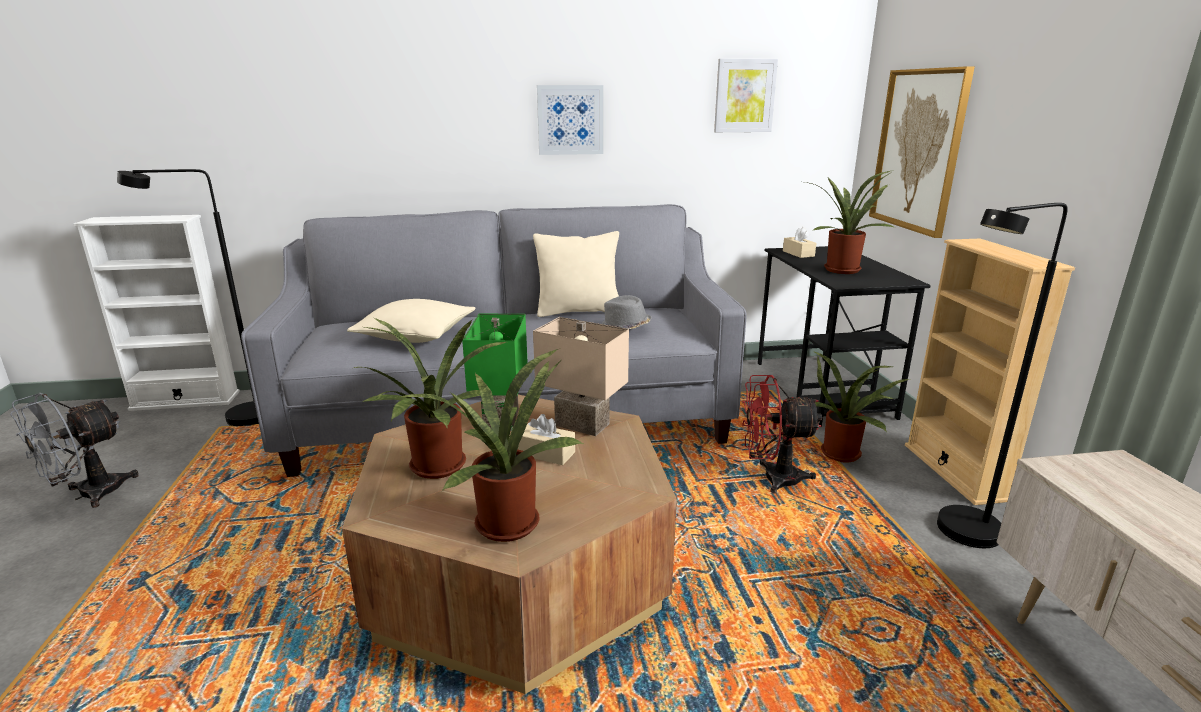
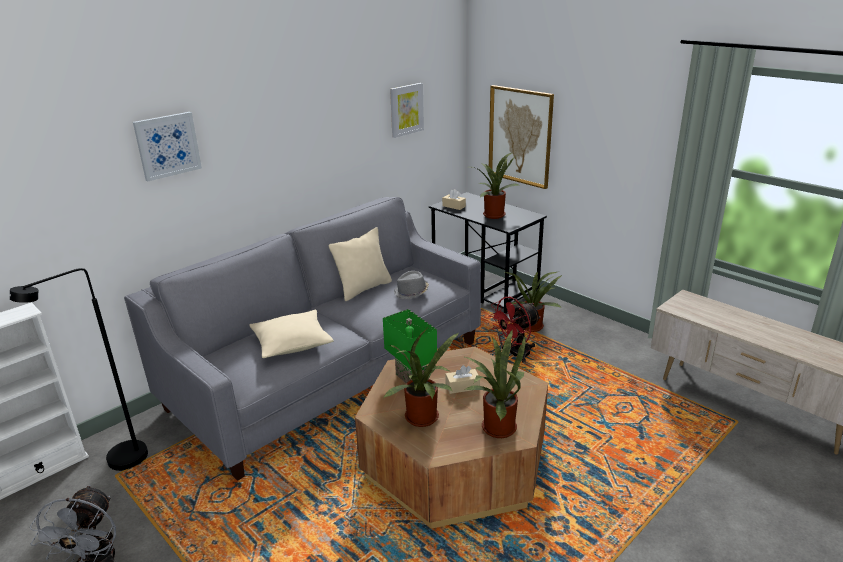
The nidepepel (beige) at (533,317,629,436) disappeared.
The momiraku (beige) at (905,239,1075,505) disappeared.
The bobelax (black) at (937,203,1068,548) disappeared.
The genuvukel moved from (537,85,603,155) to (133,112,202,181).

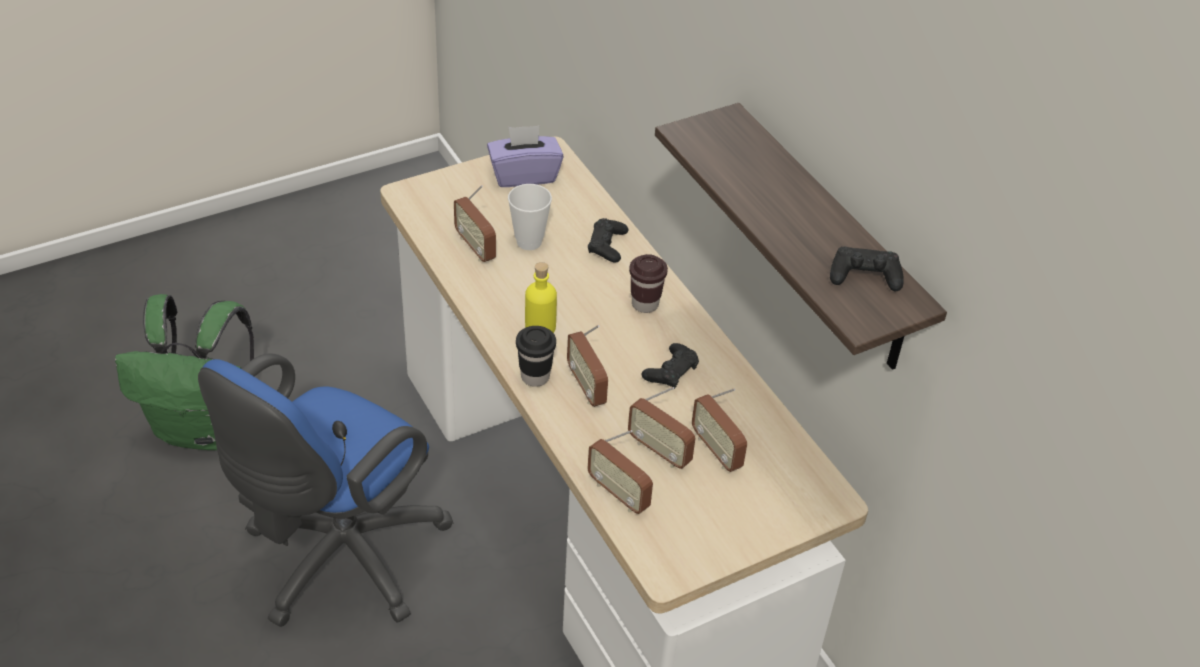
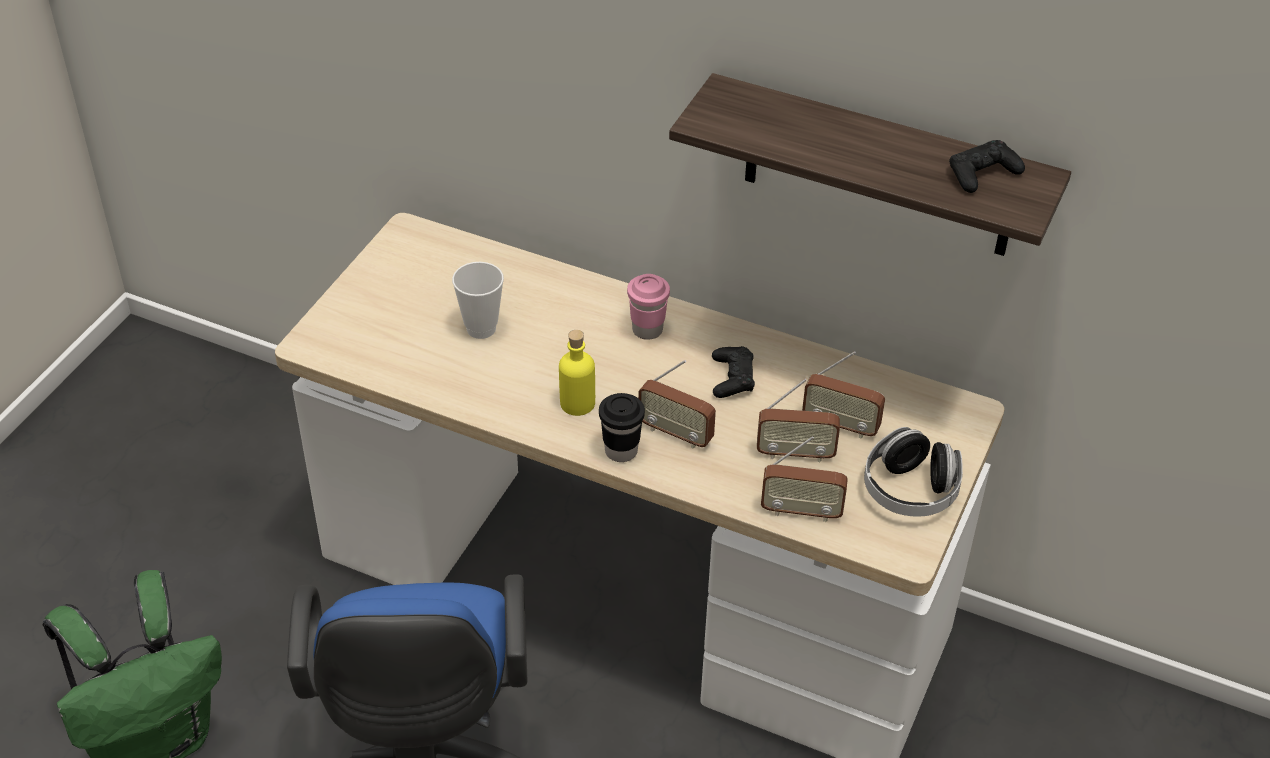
The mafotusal at (454,185,496,262) disappeared.
The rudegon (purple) at (487,126,563,187) disappeared.
The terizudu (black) at (588,218,628,263) disappeared.
The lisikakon at (864,427,963,517) appeared.
The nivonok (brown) at (629,254,668,313) became the nivonok (pink) at (627,274,670,340).

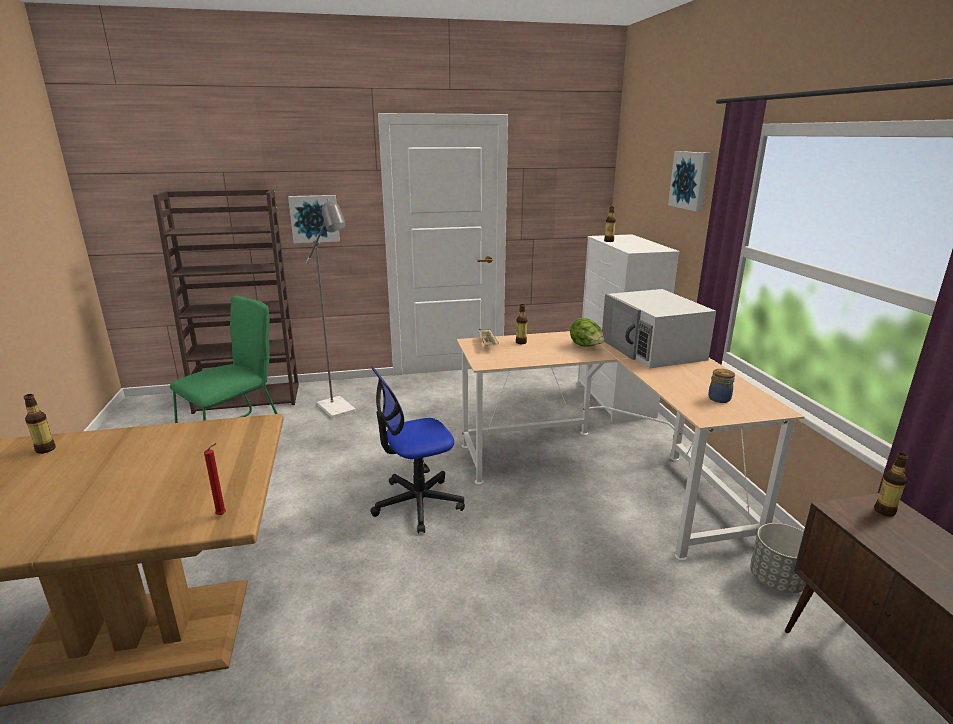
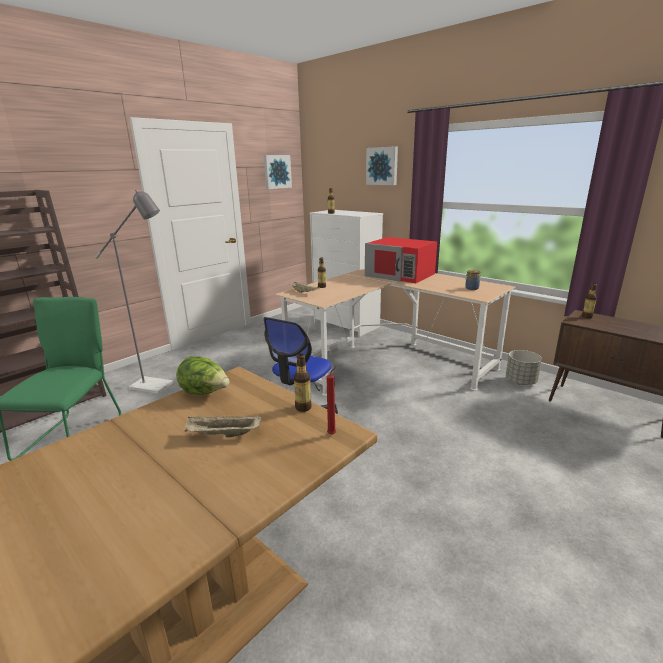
The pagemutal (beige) at (184,415,261,437) appeared.
The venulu moved from (24,394,56,454) to (294,353,312,412).
The genuvukel moved from (288,195,340,243) to (264,155,292,189).
The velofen moved from (570,318,605,347) to (176,356,229,395).
The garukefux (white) at (602,289,716,368) became the garukefux (red) at (365,237,437,283).

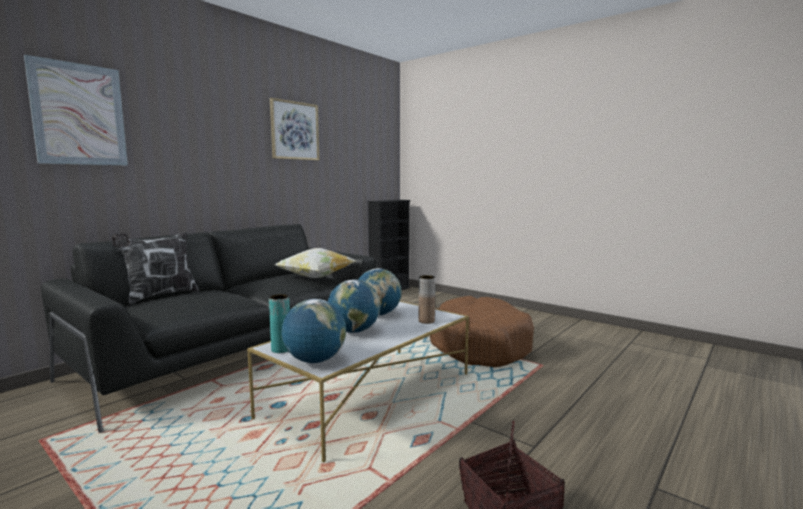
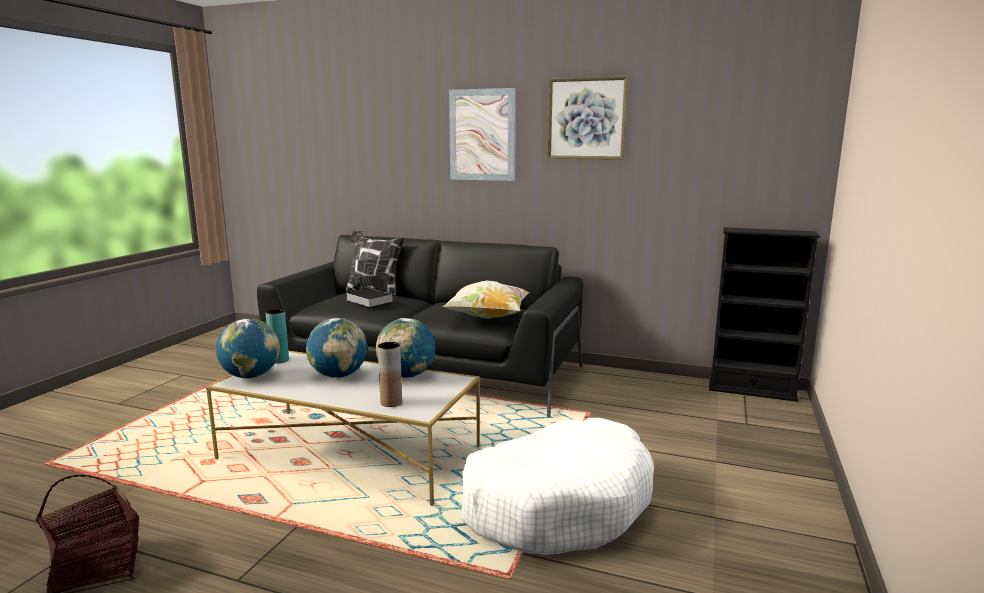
The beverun at (346,288,393,307) appeared.
The genuvukel moved from (24,54,128,166) to (449,88,516,181).
The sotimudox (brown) at (430,296,534,367) became the sotimudox (white) at (461,418,654,555).

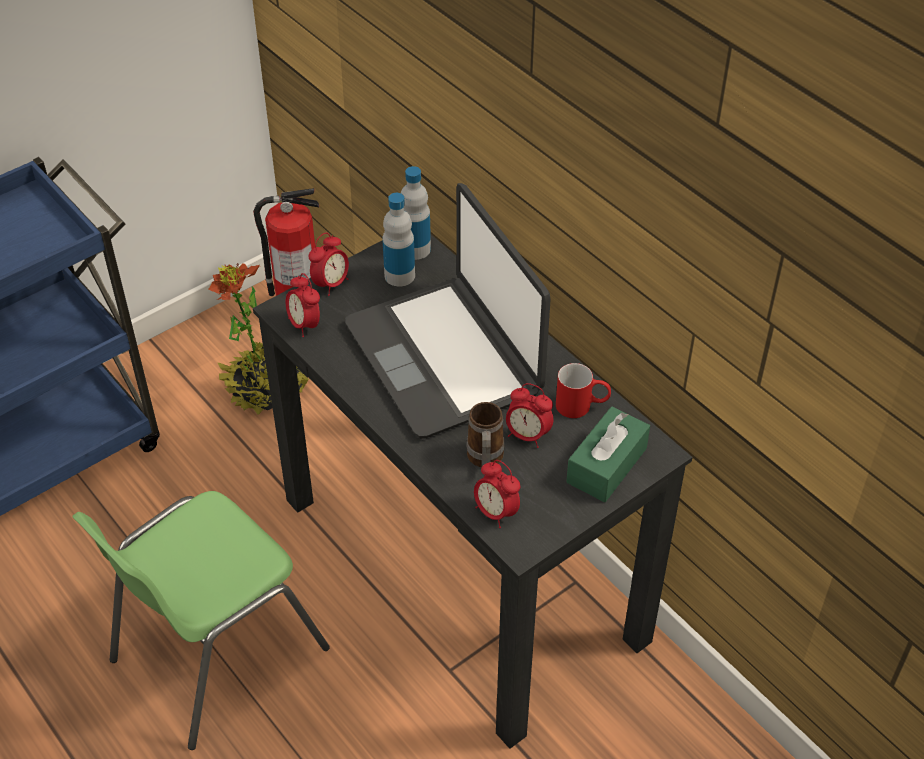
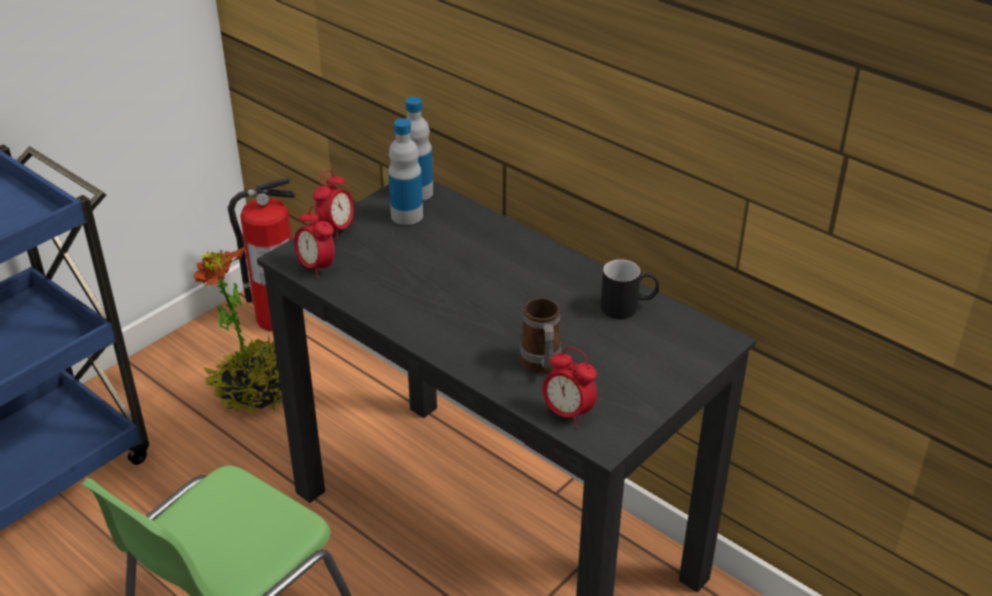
The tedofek at (345,183,551,439) disappeared.
The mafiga at (506,383,553,448) disappeared.
The rudegon (green) at (566,407,650,502) disappeared.
The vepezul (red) at (556,363,611,418) became the vepezul (black) at (600,259,659,319).

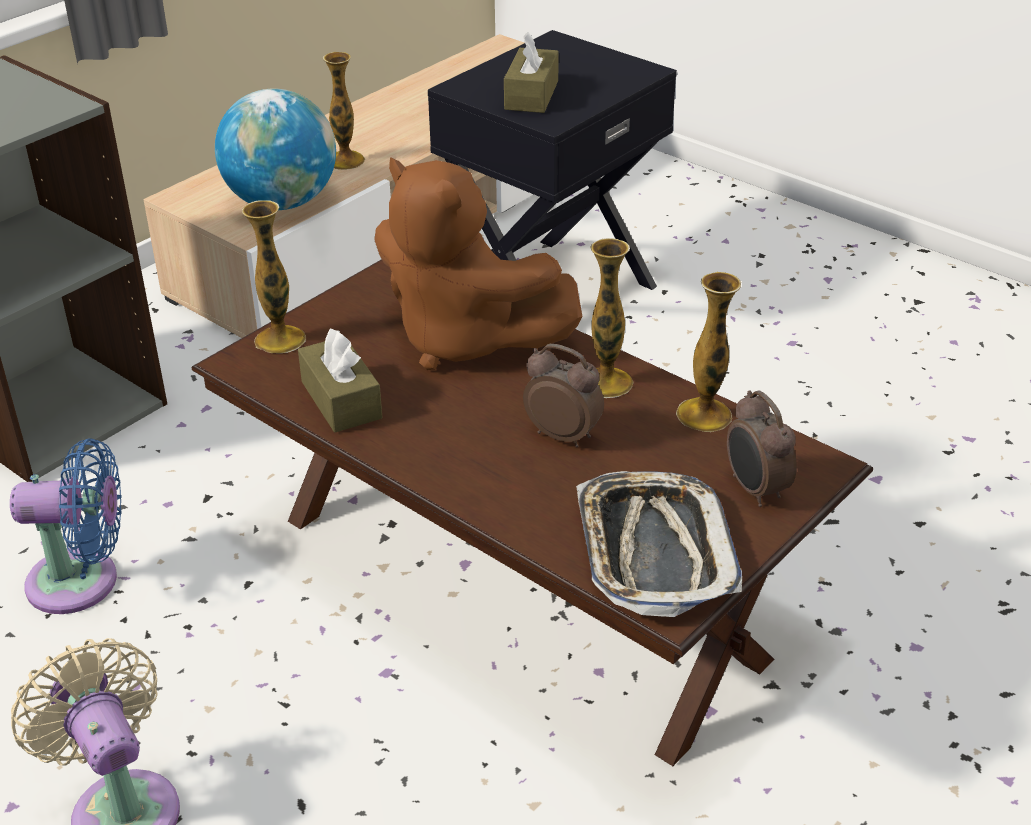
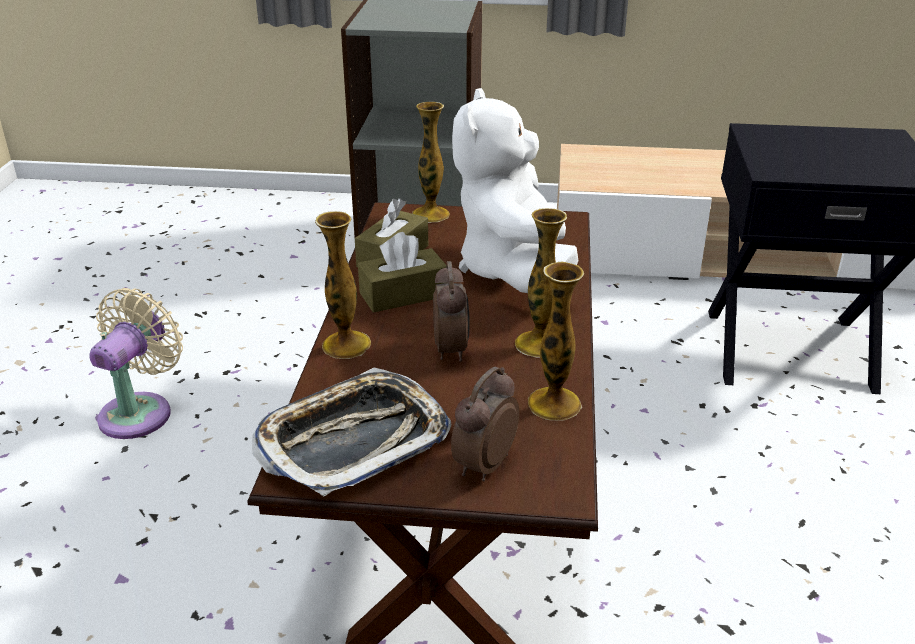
The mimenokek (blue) at (10,438,121,614) disappeared.
The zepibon at (215,88,336,210) disappeared.
The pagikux moved from (323,52,365,170) to (315,211,371,359).
The rudegon (brown) moved from (504,32,559,113) to (358,232,446,313).
The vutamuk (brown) at (374,157,582,370) became the vutamuk (white) at (452,88,578,293).

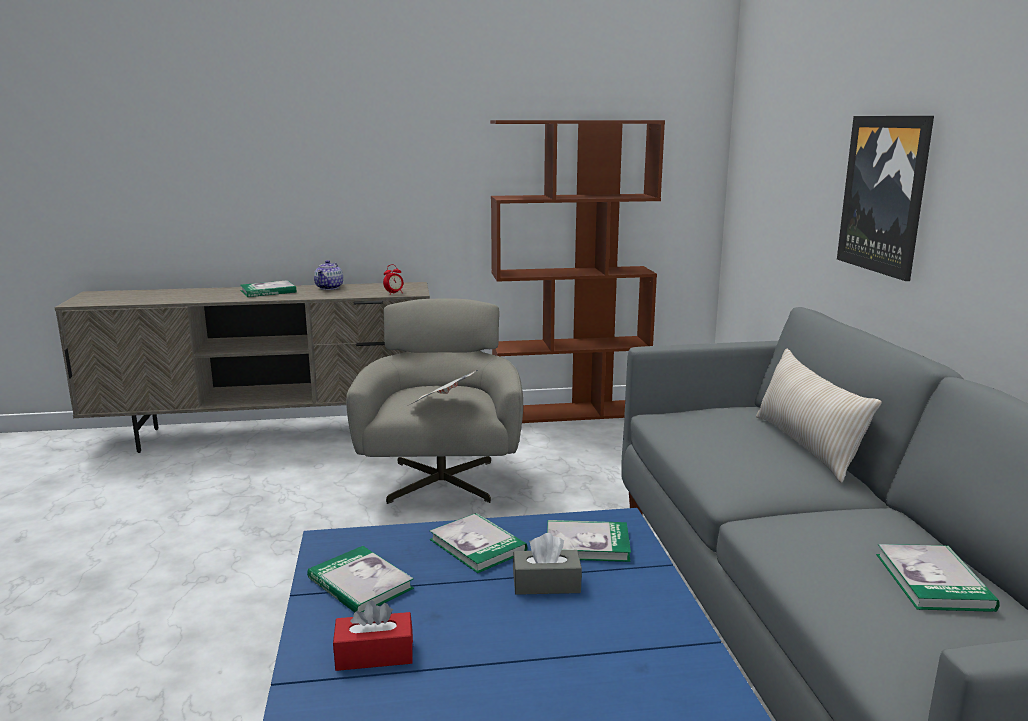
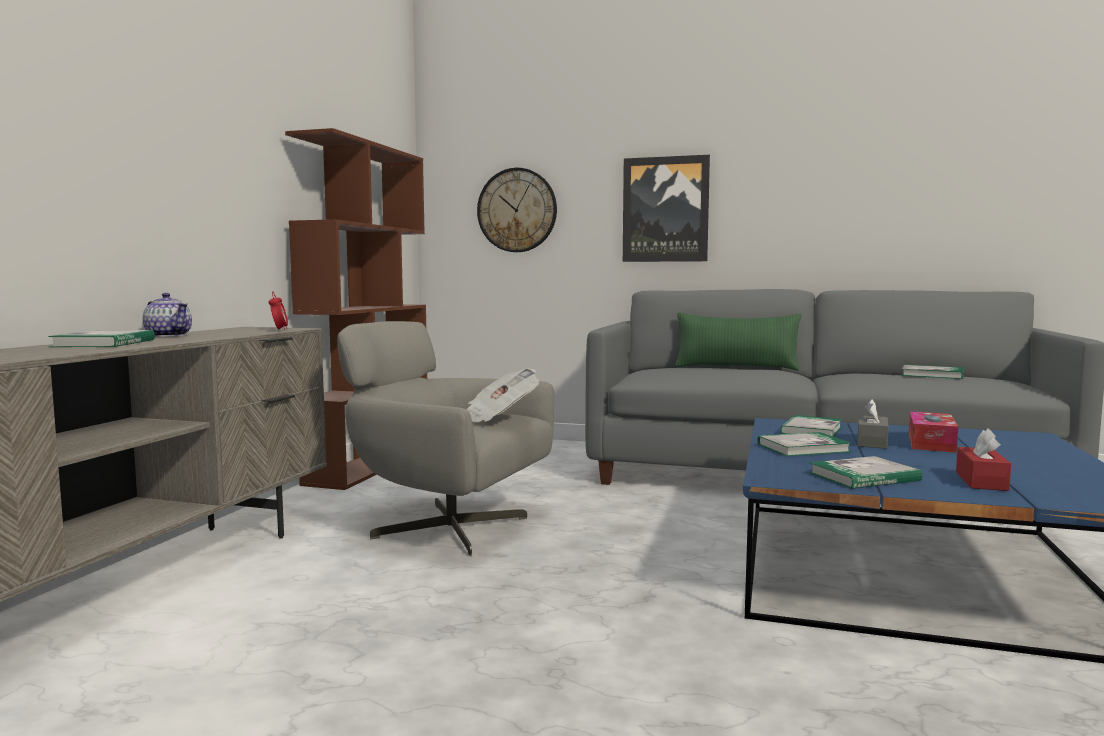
The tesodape at (477,168,557,252) appeared.
The rudegon at (909,411,958,453) appeared.
The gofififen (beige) at (756,349,882,483) became the gofififen (green) at (675,312,802,371).

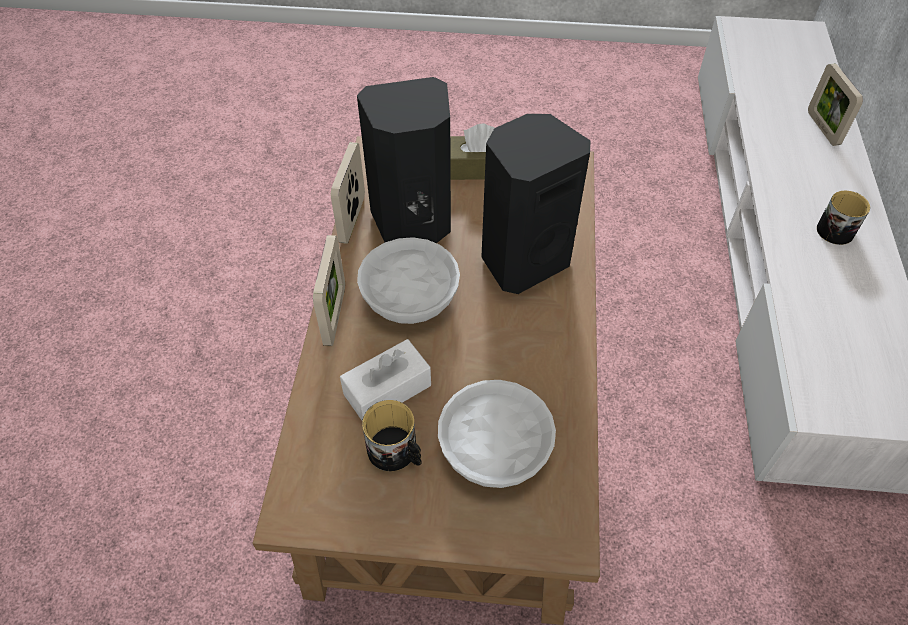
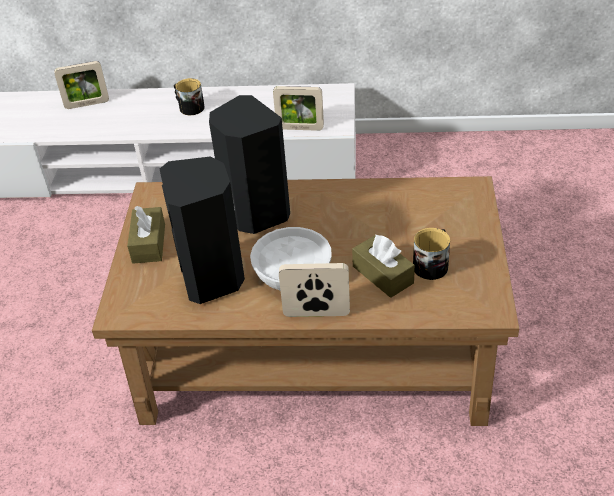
The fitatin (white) at (438,380,556,488) disappeared.
The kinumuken moved from (331,142,365,244) to (273,86,324,131).
The rudegon (white) at (340,339,431,420) became the rudegon (brown) at (352,234,415,298).

